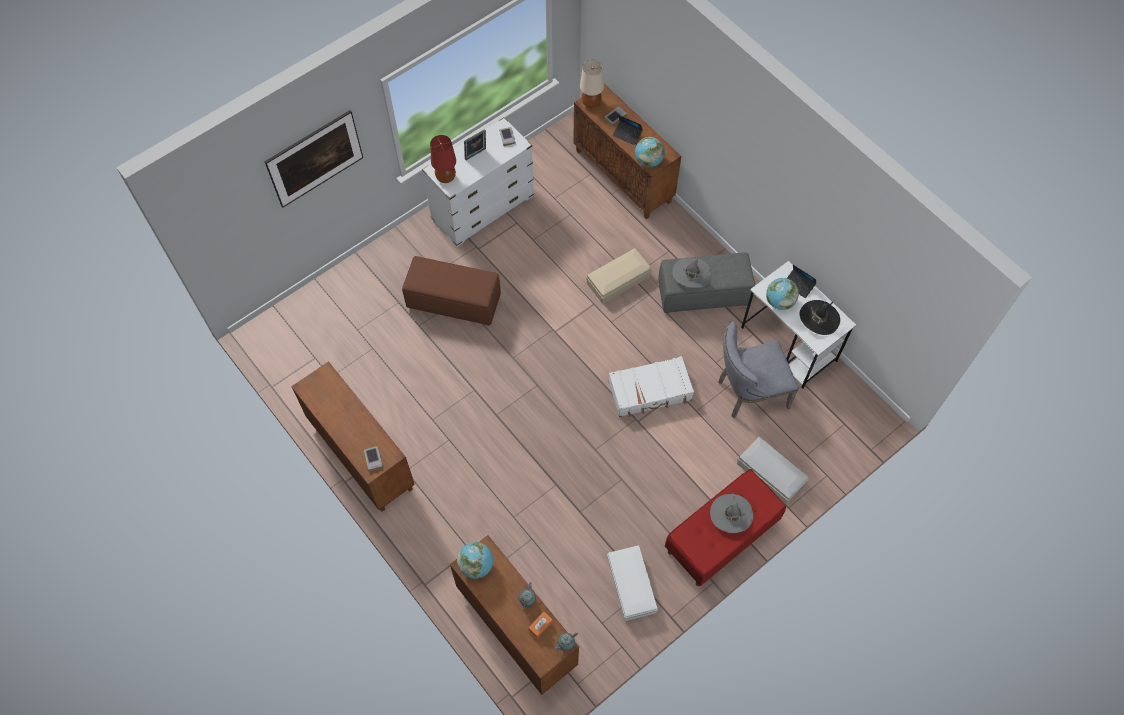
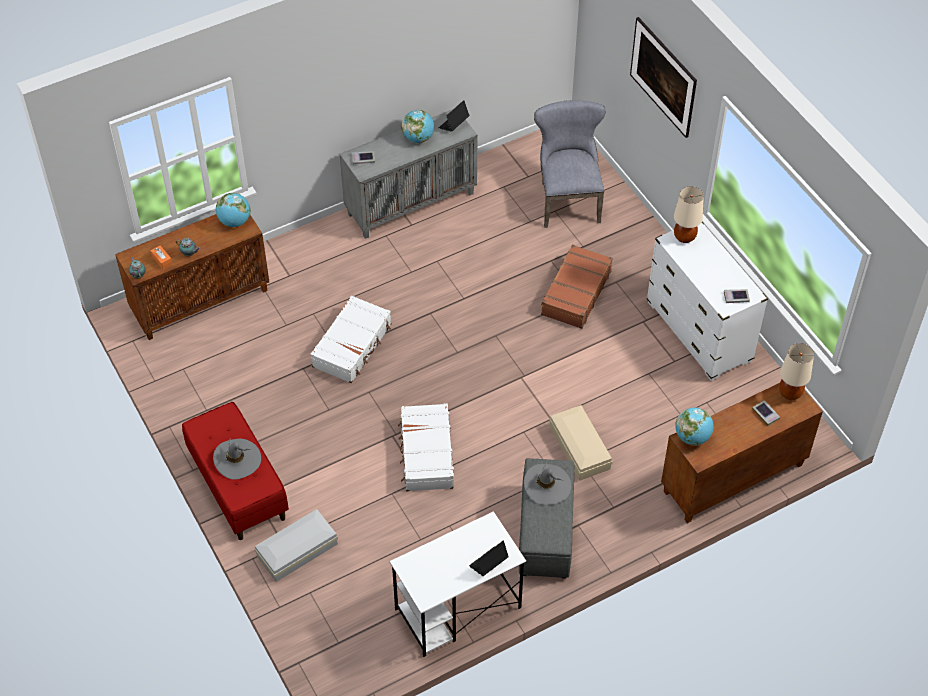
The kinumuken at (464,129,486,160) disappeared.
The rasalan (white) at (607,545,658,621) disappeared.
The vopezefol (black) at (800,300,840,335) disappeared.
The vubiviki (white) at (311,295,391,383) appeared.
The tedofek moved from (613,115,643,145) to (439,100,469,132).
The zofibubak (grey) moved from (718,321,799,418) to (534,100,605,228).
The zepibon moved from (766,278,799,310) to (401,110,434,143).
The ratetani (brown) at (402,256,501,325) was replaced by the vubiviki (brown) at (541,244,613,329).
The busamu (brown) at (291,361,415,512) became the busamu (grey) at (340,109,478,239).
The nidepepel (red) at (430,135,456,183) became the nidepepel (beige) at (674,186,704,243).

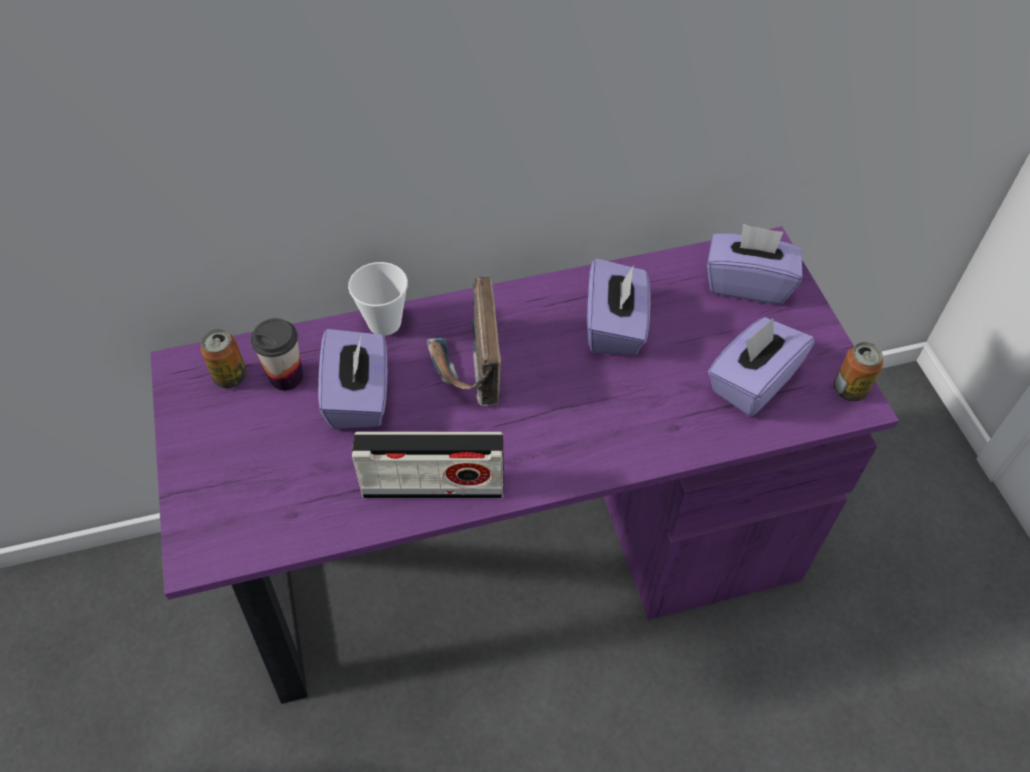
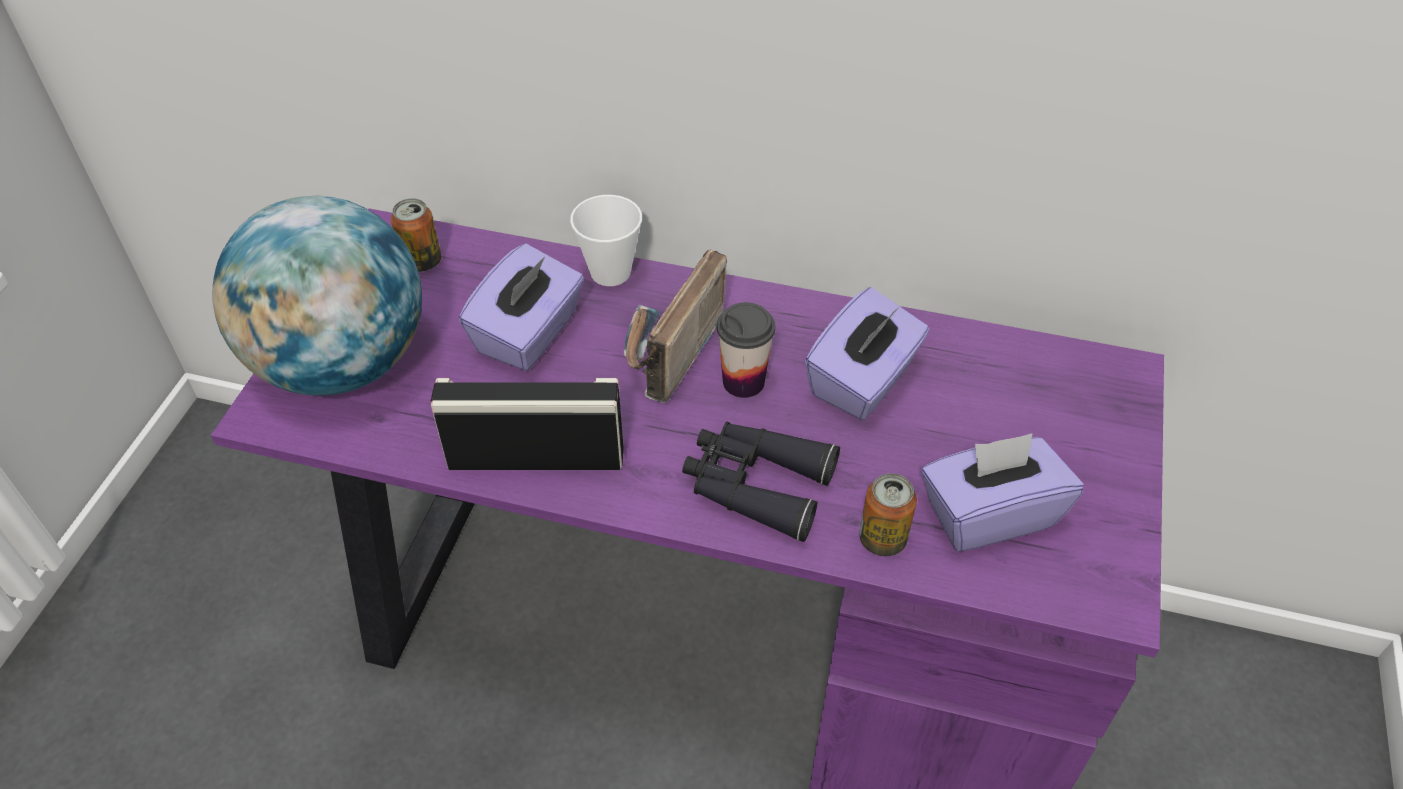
The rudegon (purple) at (707,223,802,305) disappeared.
The zepibon at (213,196,422,395) appeared.
The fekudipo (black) at (682,422,840,542) appeared.
The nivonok moved from (251,318,303,391) to (717,302,775,398).
The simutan moved from (834,342,883,402) to (859,473,917,556).
The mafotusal at (352,432,504,498) turned 150 degrees clockwise.

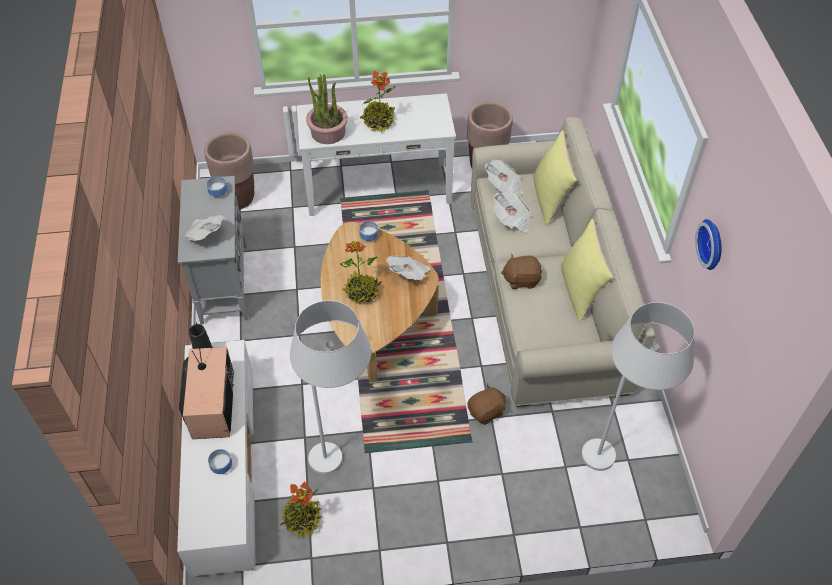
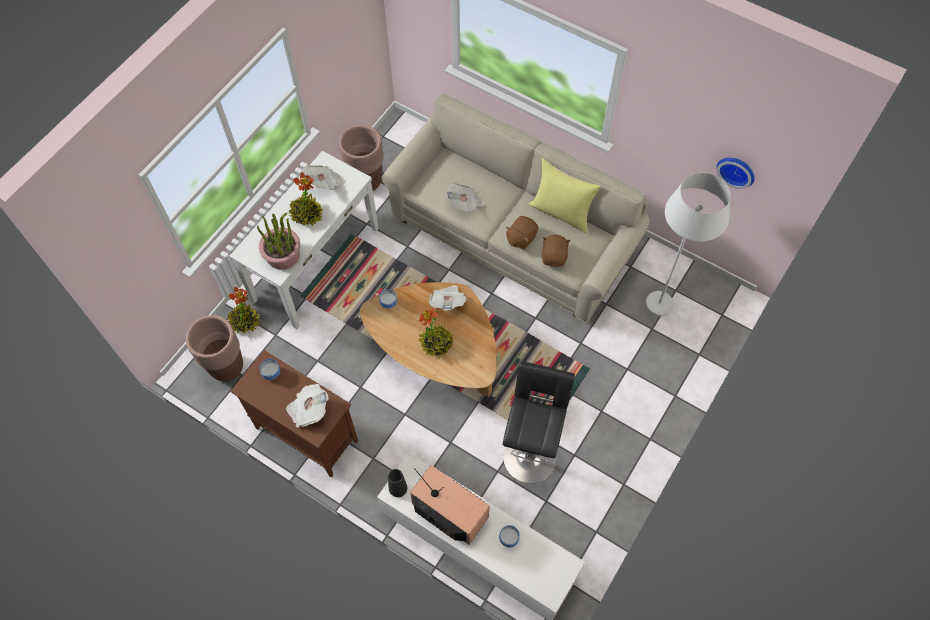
The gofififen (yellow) at (534,130,577,226) disappeared.
The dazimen moved from (280,482,322,538) to (227,287,261,333).
The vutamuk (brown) moved from (467,383,506,425) to (542,235,571,267).
The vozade moved from (485,160,523,195) to (302,165,344,190).
The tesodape moved from (695,219,722,270) to (716,158,755,189).
The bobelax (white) at (290,301,371,474) was replaced by the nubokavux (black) at (502,361,575,484).
The busamu (grey) at (178,176,248,324) became the busamu (brown) at (230,350,358,477).

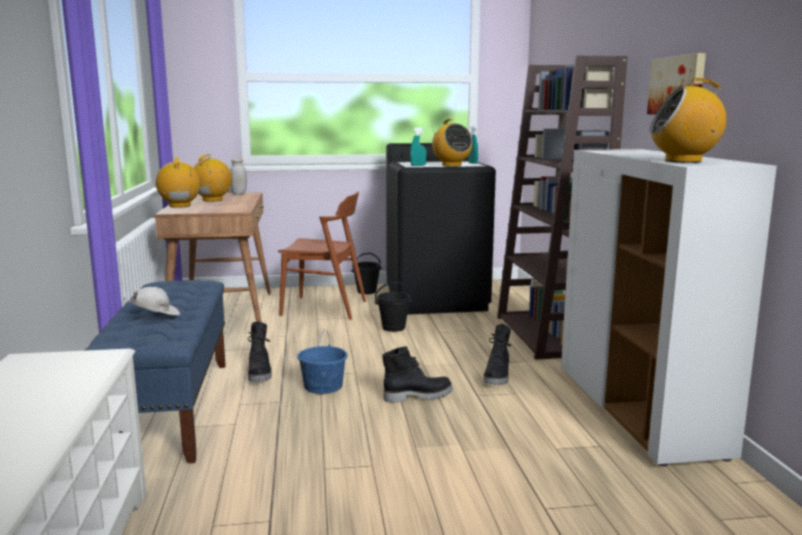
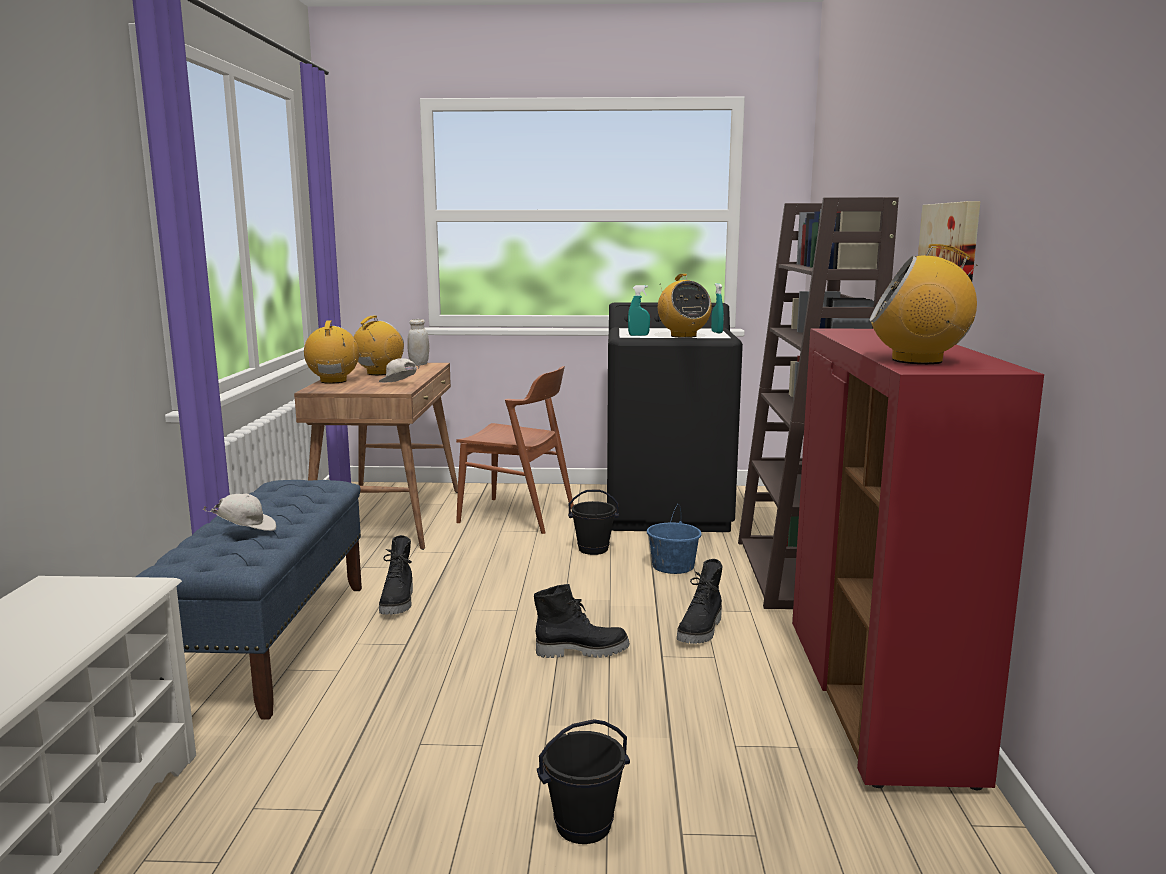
The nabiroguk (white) at (379,358,420,382) appeared.
The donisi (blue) moved from (297,329,347,394) to (647,505,702,574).
The donisi (black) moved from (351,253,382,294) to (537,719,630,844).
The busamu (white) at (561,149,777,466) became the busamu (red) at (792,328,1044,790).

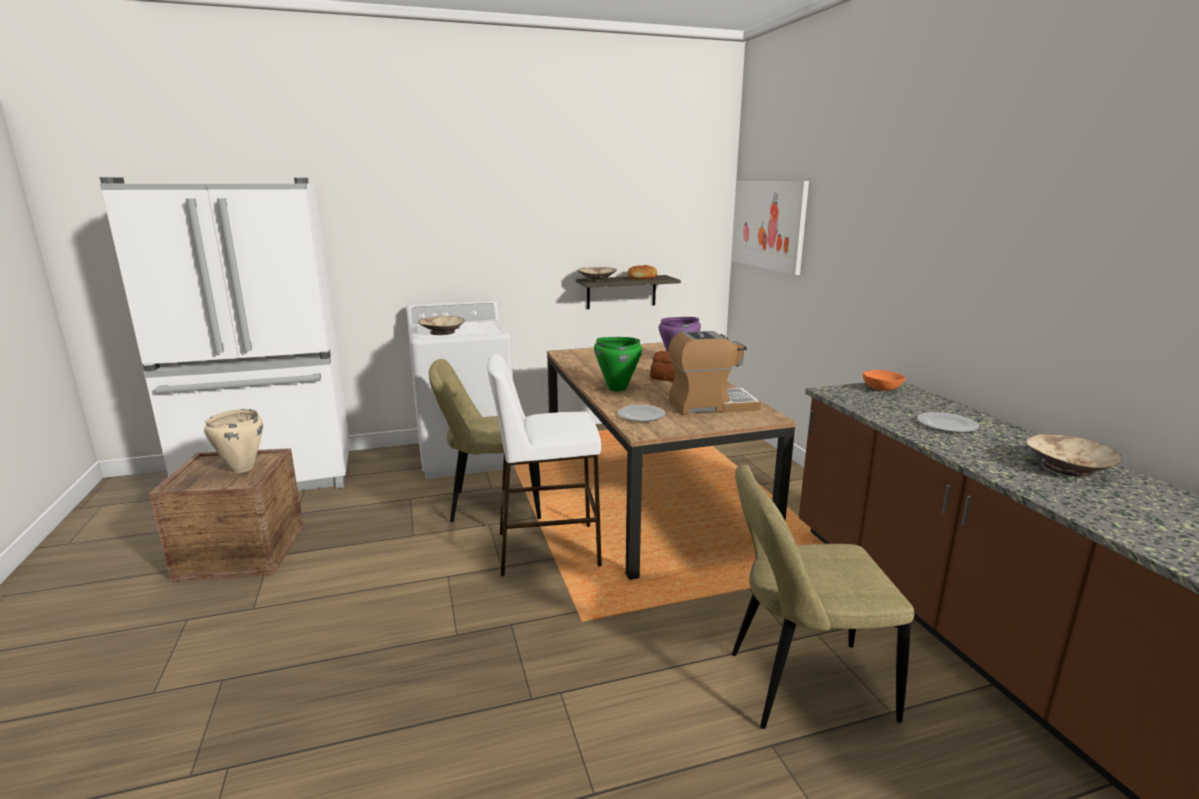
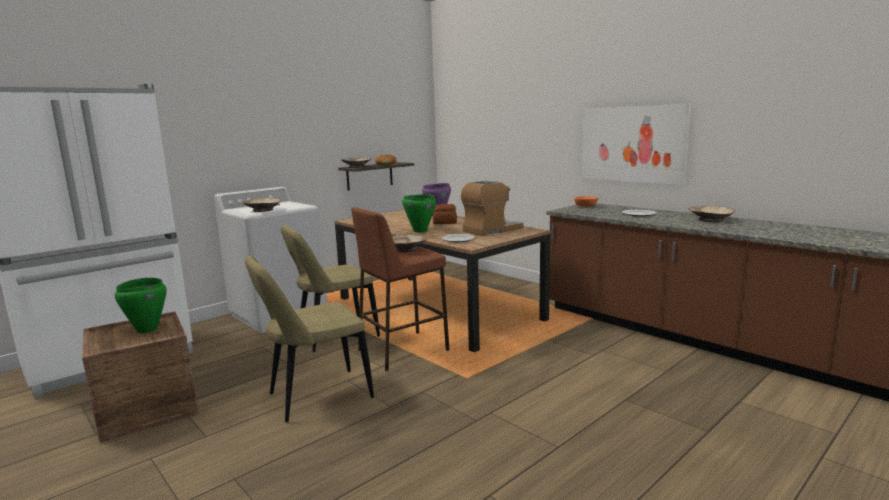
The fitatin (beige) at (392,234,427,252) appeared.
The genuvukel moved from (731,181,809,275) to (582,104,691,185).
The zofibubak (beige) moved from (732,464,914,729) to (245,256,374,422).
The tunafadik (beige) at (204,409,263,473) became the tunafadik (green) at (115,278,167,333).
The nubokavux (white) at (487,354,602,576) became the nubokavux (brown) at (351,207,449,371).

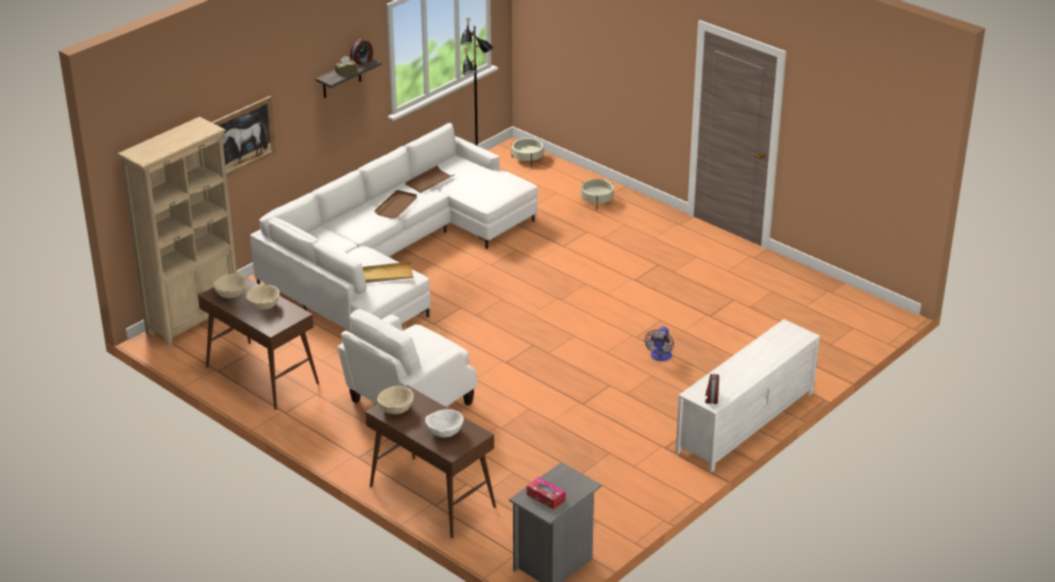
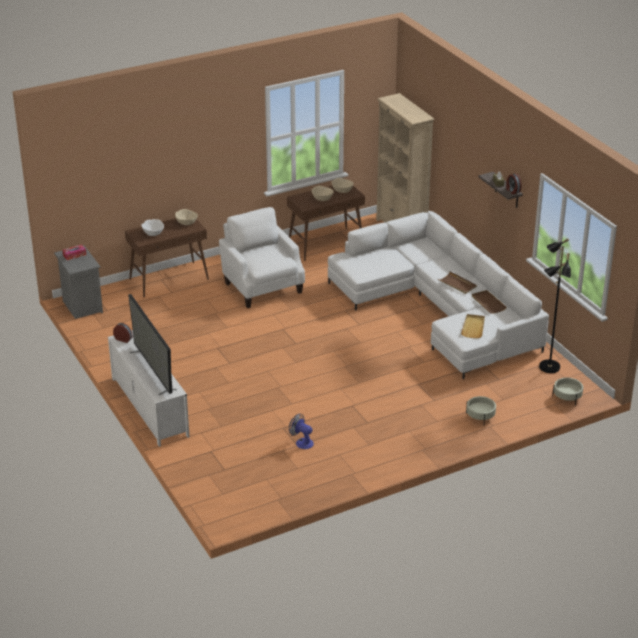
The genuvukel at (212,96,276,176) disappeared.
The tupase at (128,294,177,395) appeared.
The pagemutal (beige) moved from (363,262,414,283) to (461,314,485,338).
The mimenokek moved from (645,327,674,361) to (289,414,314,449).

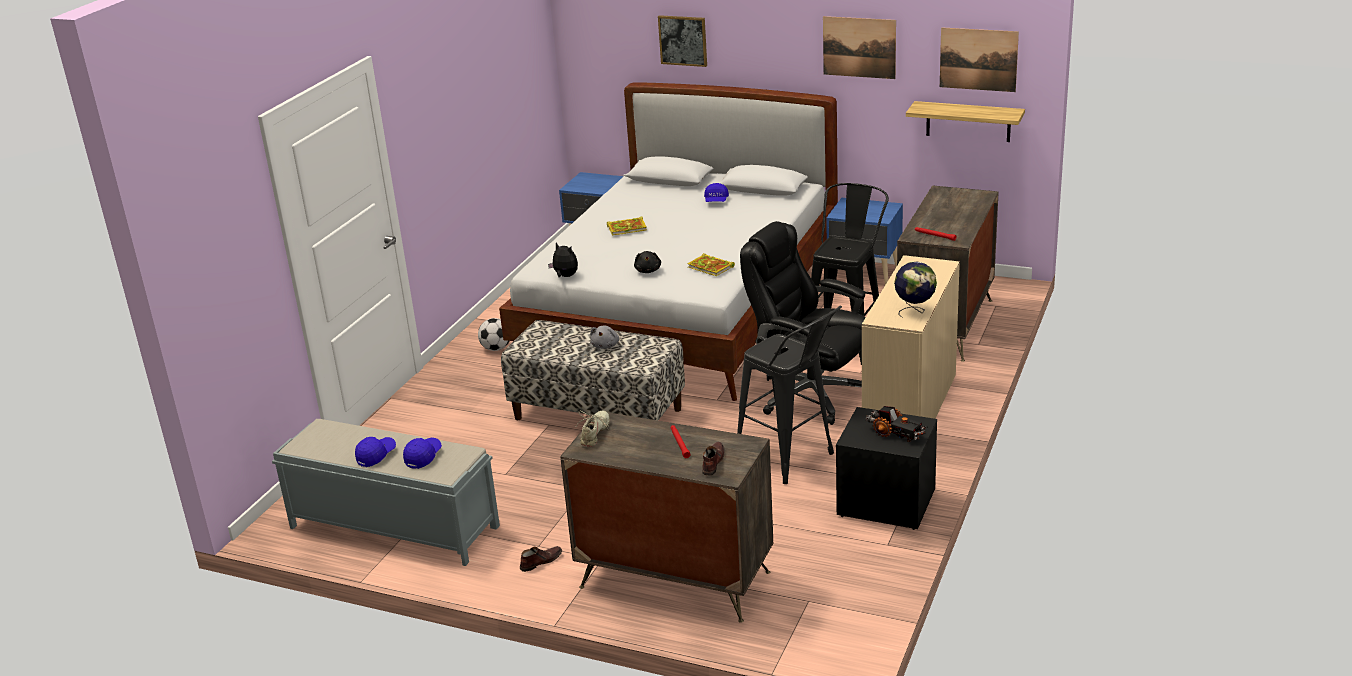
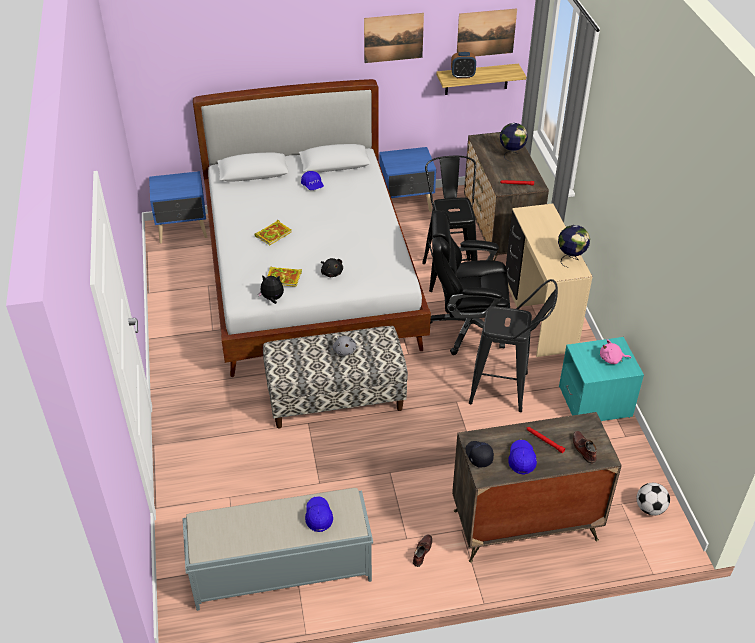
The genuvukel at (658,15,707,67) disappeared.
The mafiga at (451,52,476,79) appeared.
The zepibon at (500,123,528,162) appeared.
The nabiroguk (blue) moved from (355,437,396,467) to (508,440,537,475).
The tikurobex moved from (478,318,509,351) to (637,483,670,515).
The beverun moved from (687,253,735,276) to (267,266,302,287).
The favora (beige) at (577,410,610,447) was replaced by the nabiroguk (black) at (466,441,494,467).
The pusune at (865,406,928,442) was replaced by the vutamuk (pink) at (600,339,631,364).
The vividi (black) at (836,407,937,530) became the vividi (turquoise) at (559,337,644,421).

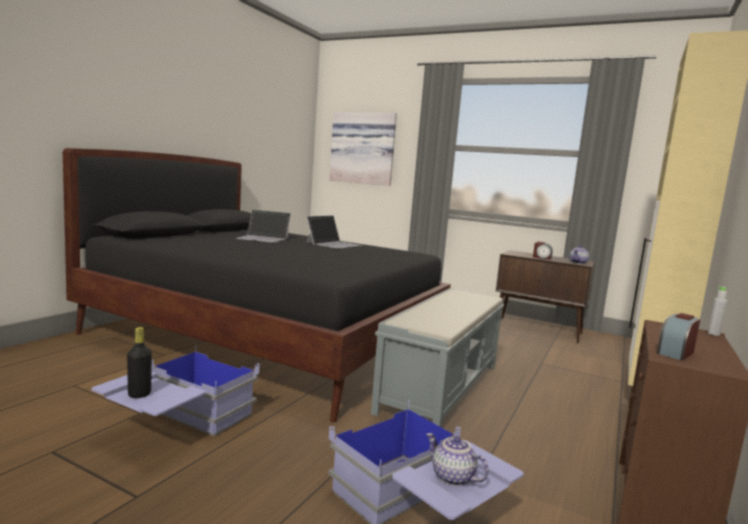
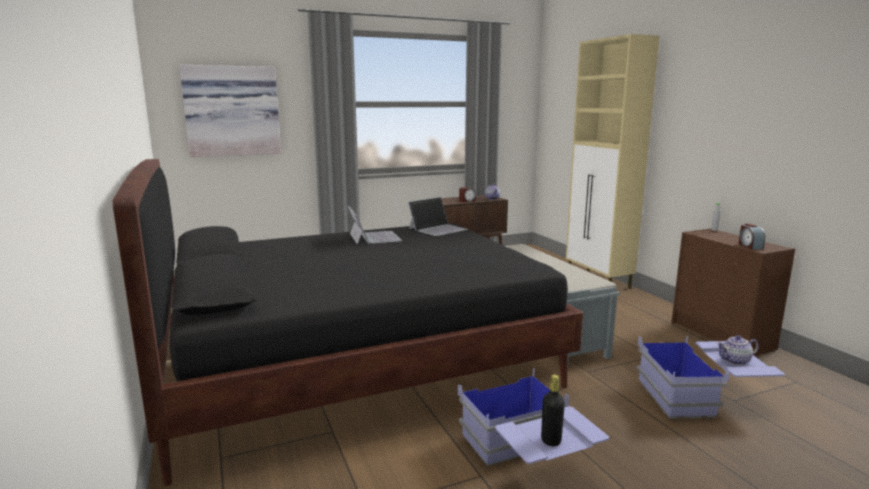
The tedofek moved from (236,209,291,243) to (408,197,468,236).

